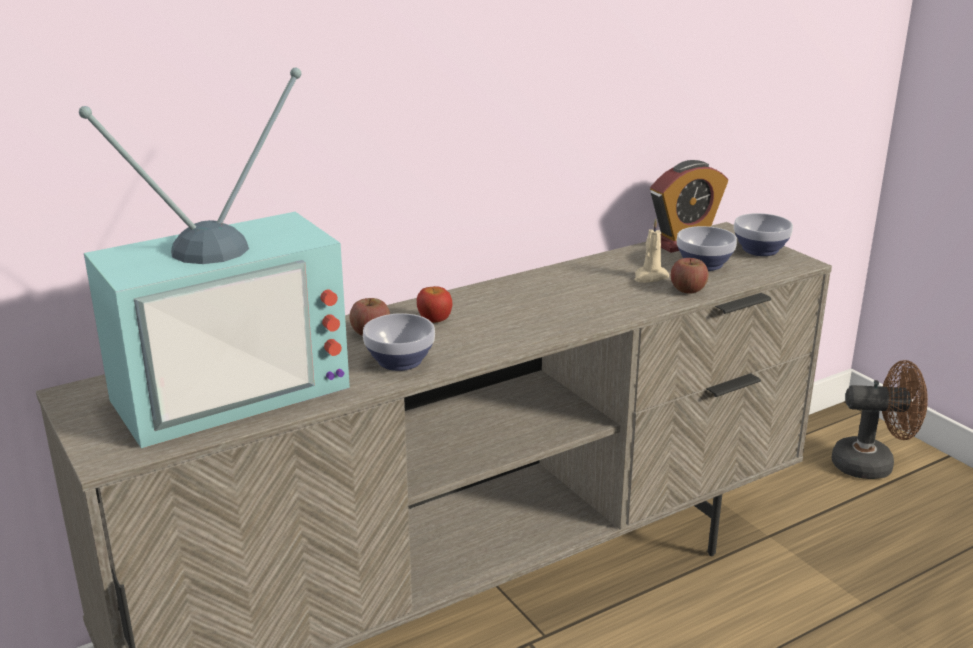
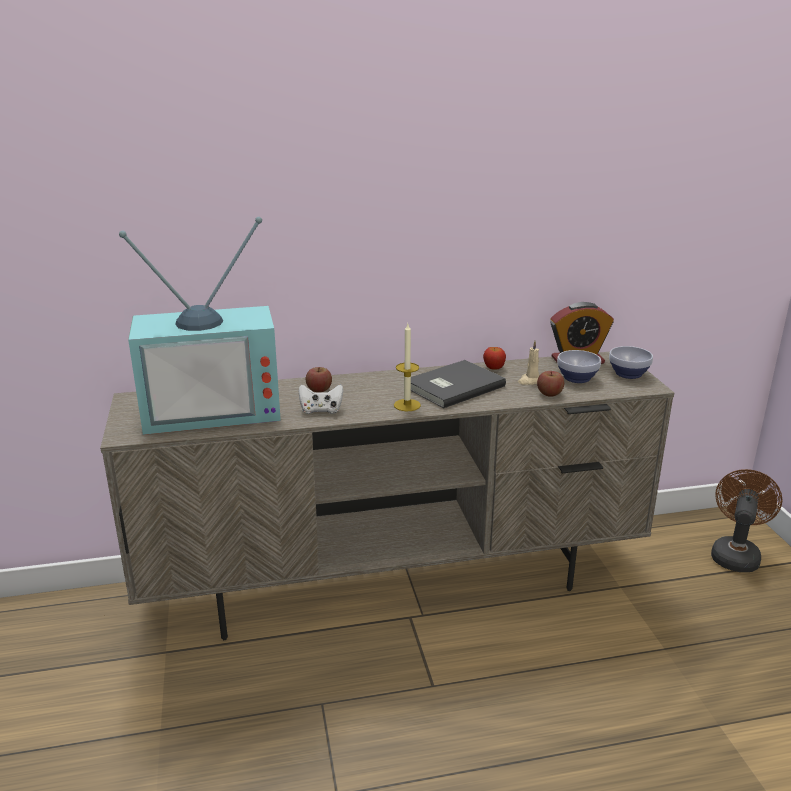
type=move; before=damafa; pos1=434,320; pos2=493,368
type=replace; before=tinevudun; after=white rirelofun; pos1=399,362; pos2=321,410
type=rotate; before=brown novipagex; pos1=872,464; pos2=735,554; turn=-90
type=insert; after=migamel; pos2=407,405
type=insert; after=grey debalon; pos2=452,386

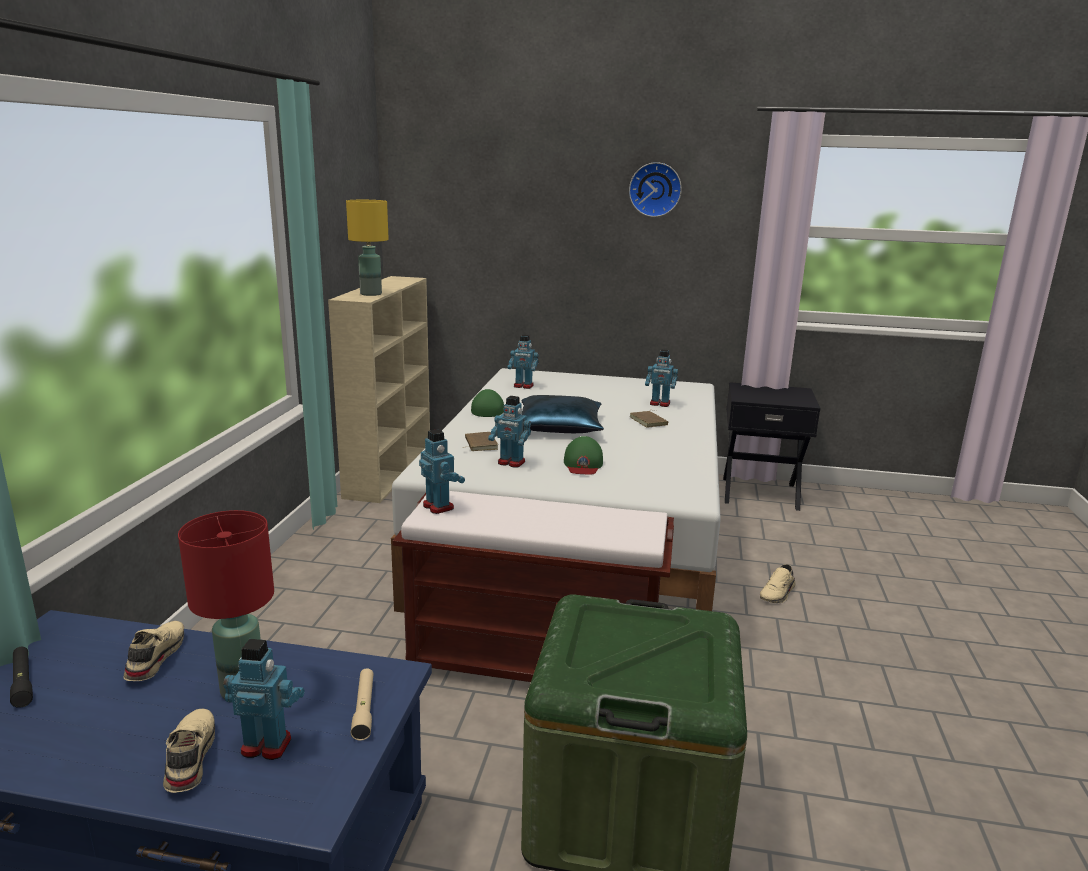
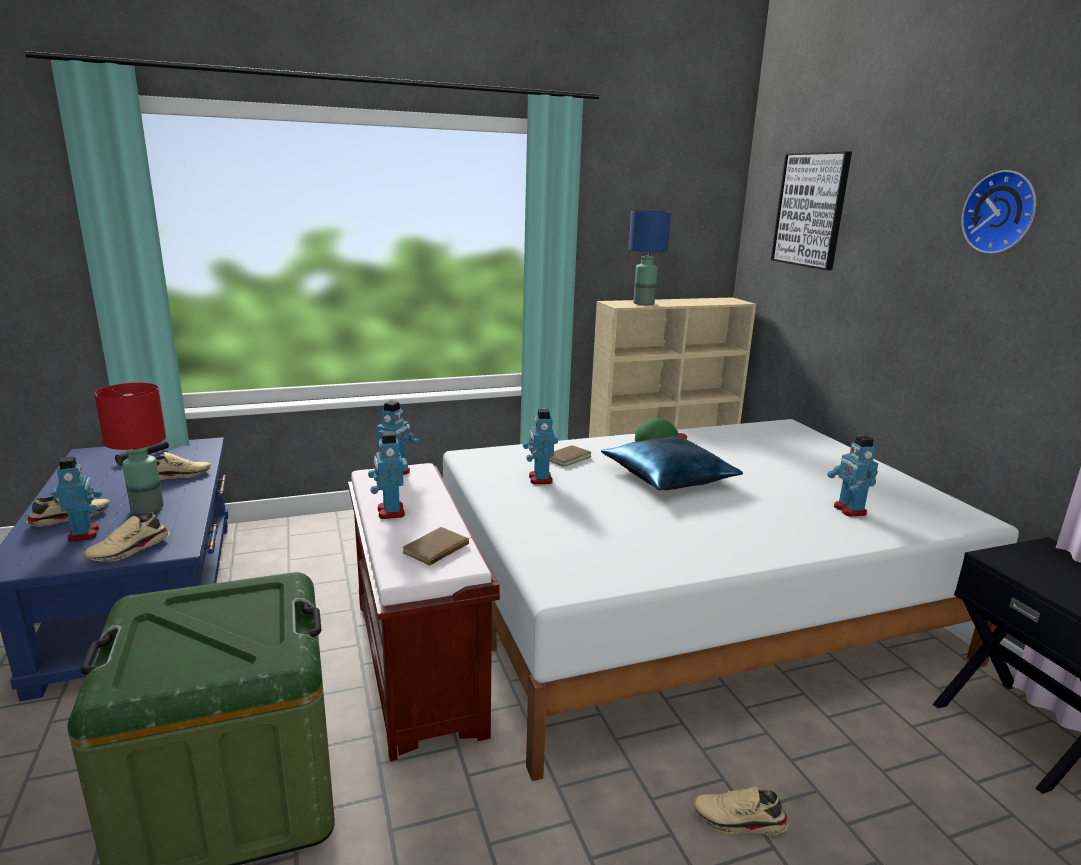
type=recolor; before=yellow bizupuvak; after=blue bizupuvak; pos1=370,294; pos2=643,304
type=move; before=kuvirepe; pos1=523,386; pos2=390,512
type=move; before=brown debalon; pos1=649,421; pos2=437,550
type=delete; before=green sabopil; pos1=583,463
type=replace; before=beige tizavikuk; after=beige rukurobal; pos1=364,709; pos2=129,550
type=insert; after=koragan; pos2=811,210

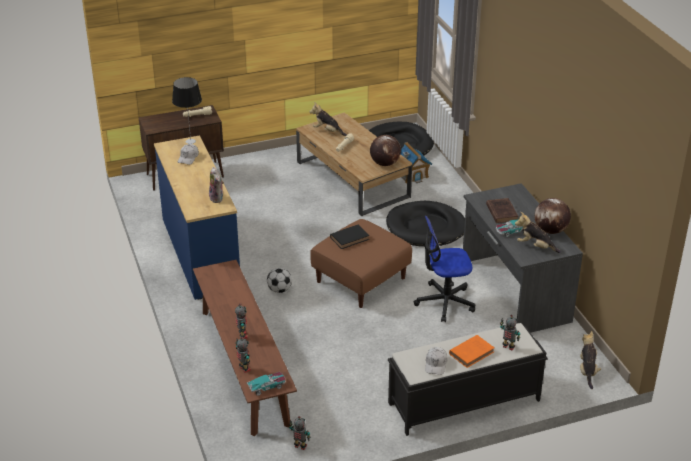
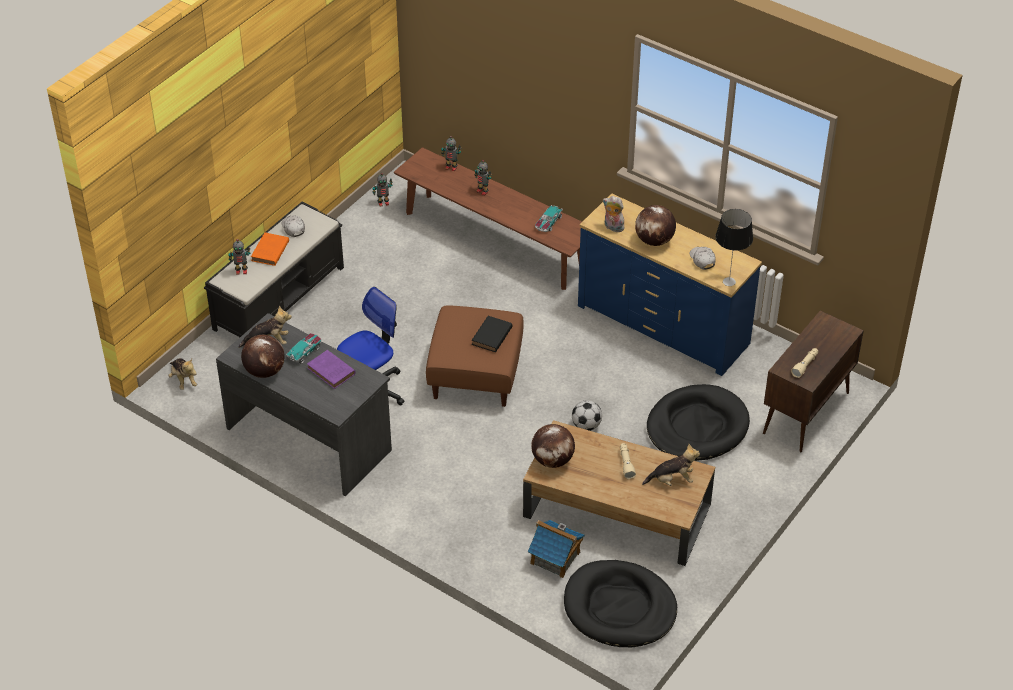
type=recolor; before=brown debalon; after=purple debalon; pos1=501,212; pos2=332,372
type=move; before=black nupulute; pos1=426,227; pos2=697,427
type=move; before=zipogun; pos1=279,290; pos2=586,426
type=move; before=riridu; pos1=267,386; pos2=548,222
type=insert; after=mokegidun; pos2=654,241

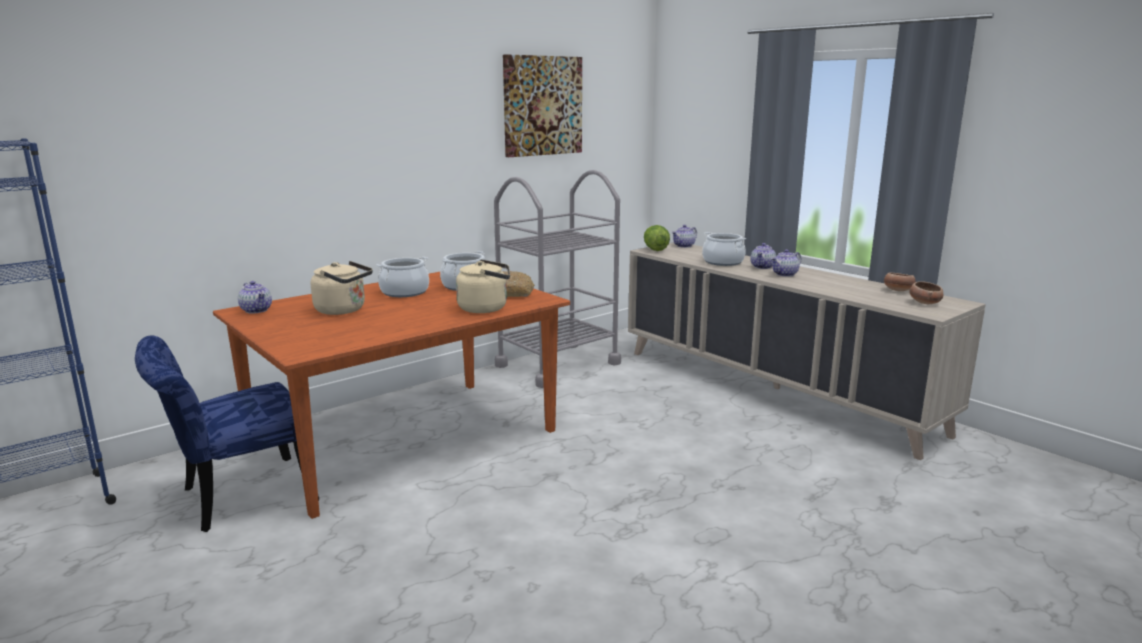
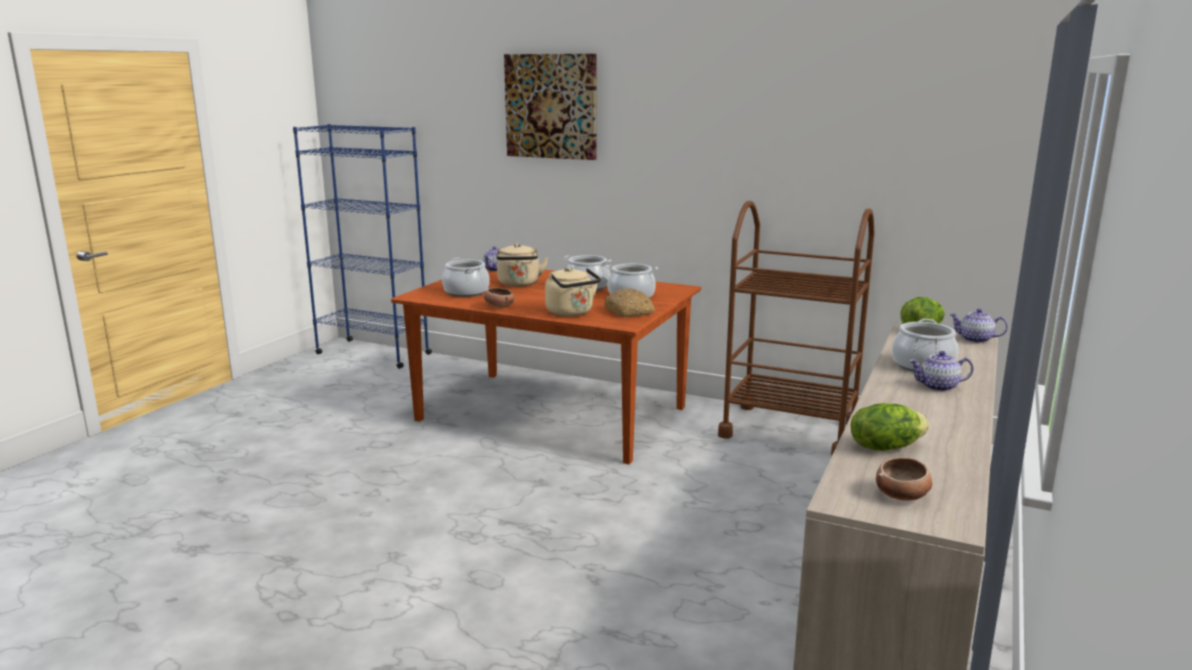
type=move; before=koragan; pos1=542,106; pos2=551,106
type=recolor; before=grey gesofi; after=brown gesofi; pos1=557,364; pos2=790,430
type=delete; before=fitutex; pos1=785,274
type=move; before=tinevudun; pos1=897,290; pos2=499,307
type=delete; before=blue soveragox; pos1=236,498
type=insert; after=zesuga; pos2=466,292
type=insert; after=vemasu; pos2=885,447

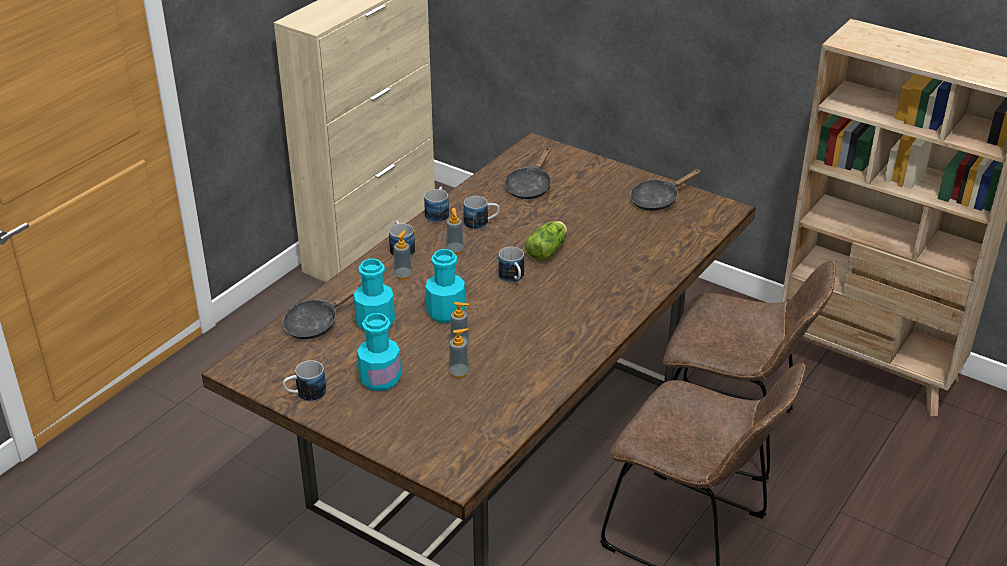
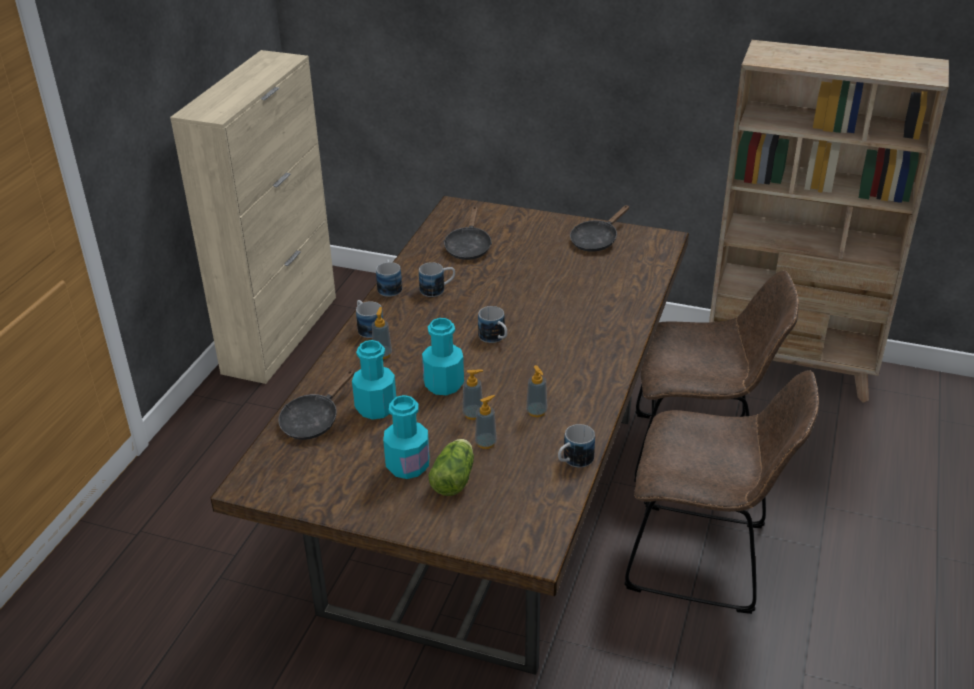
type=move; before=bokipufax; pos1=455,250; pos2=536,412
type=move; before=vemasu; pos1=548,250; pos2=455,477
type=move; before=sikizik; pos1=305,394; pos2=573,461

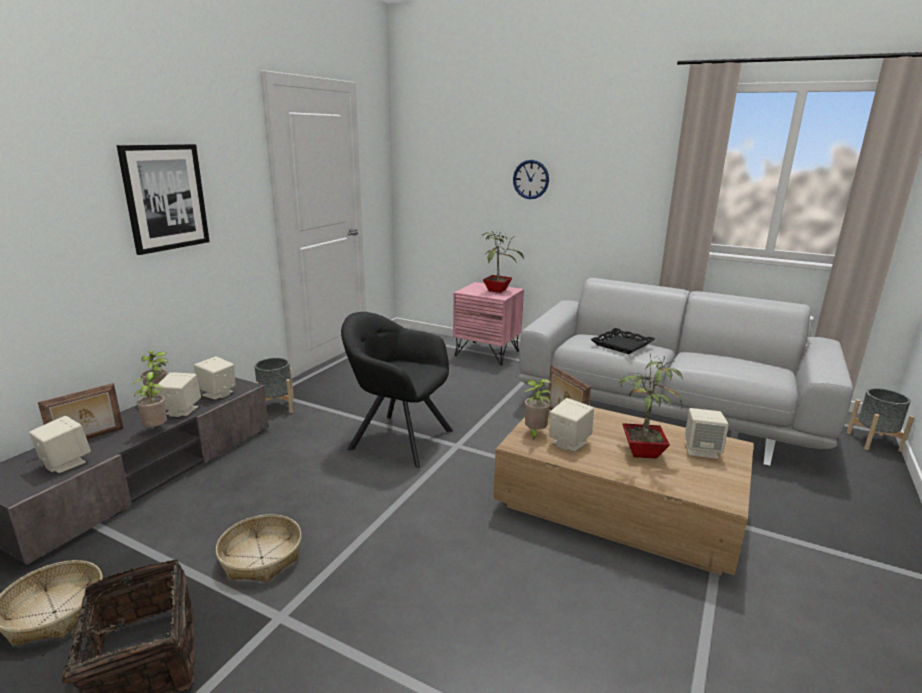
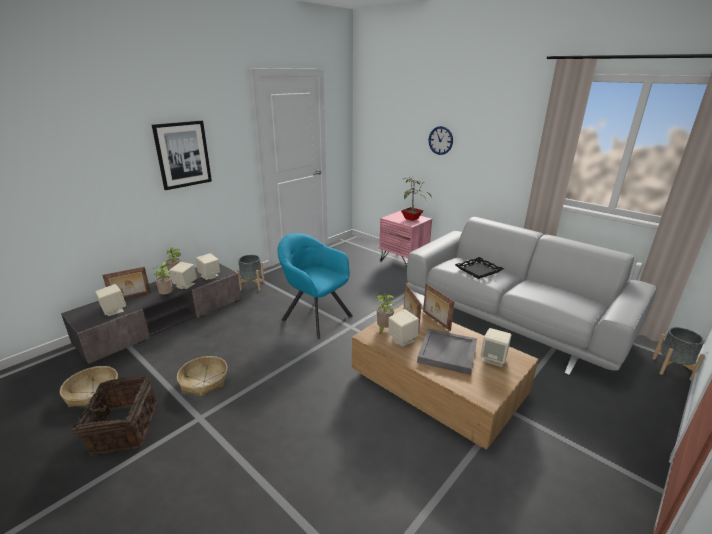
type=recolor; before=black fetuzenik; after=turquoise fetuzenik; pos1=397,438; pos2=315,316
type=replace; before=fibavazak; after=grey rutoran; pos1=640,452; pos2=448,353
type=insert; after=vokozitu; pos2=435,320

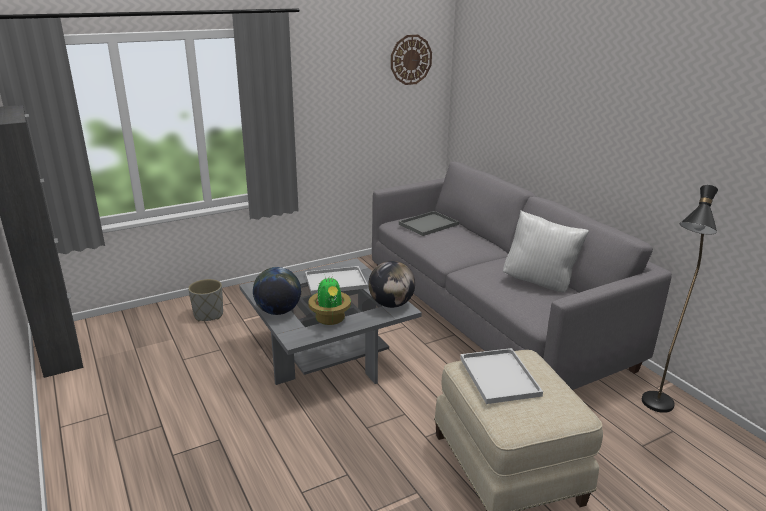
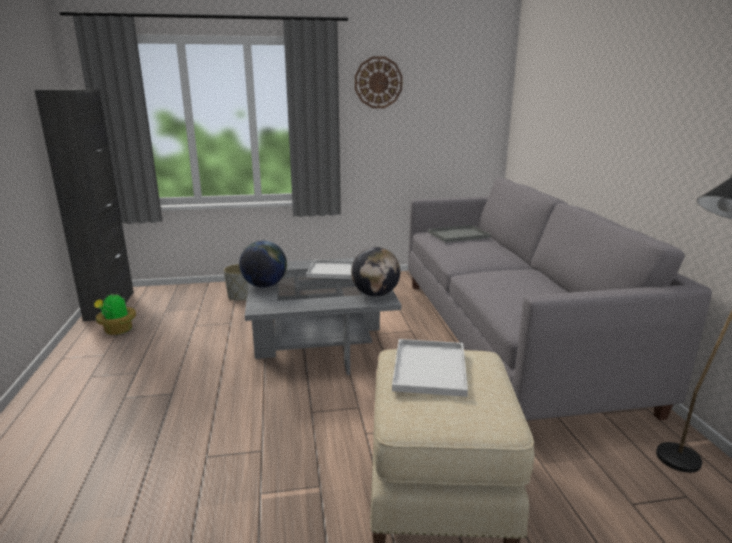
type=move; before=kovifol; pos1=411,59; pos2=378,82
type=delete; before=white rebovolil; pos1=540,283
type=move; before=fibavazak; pos1=330,319; pos2=118,330

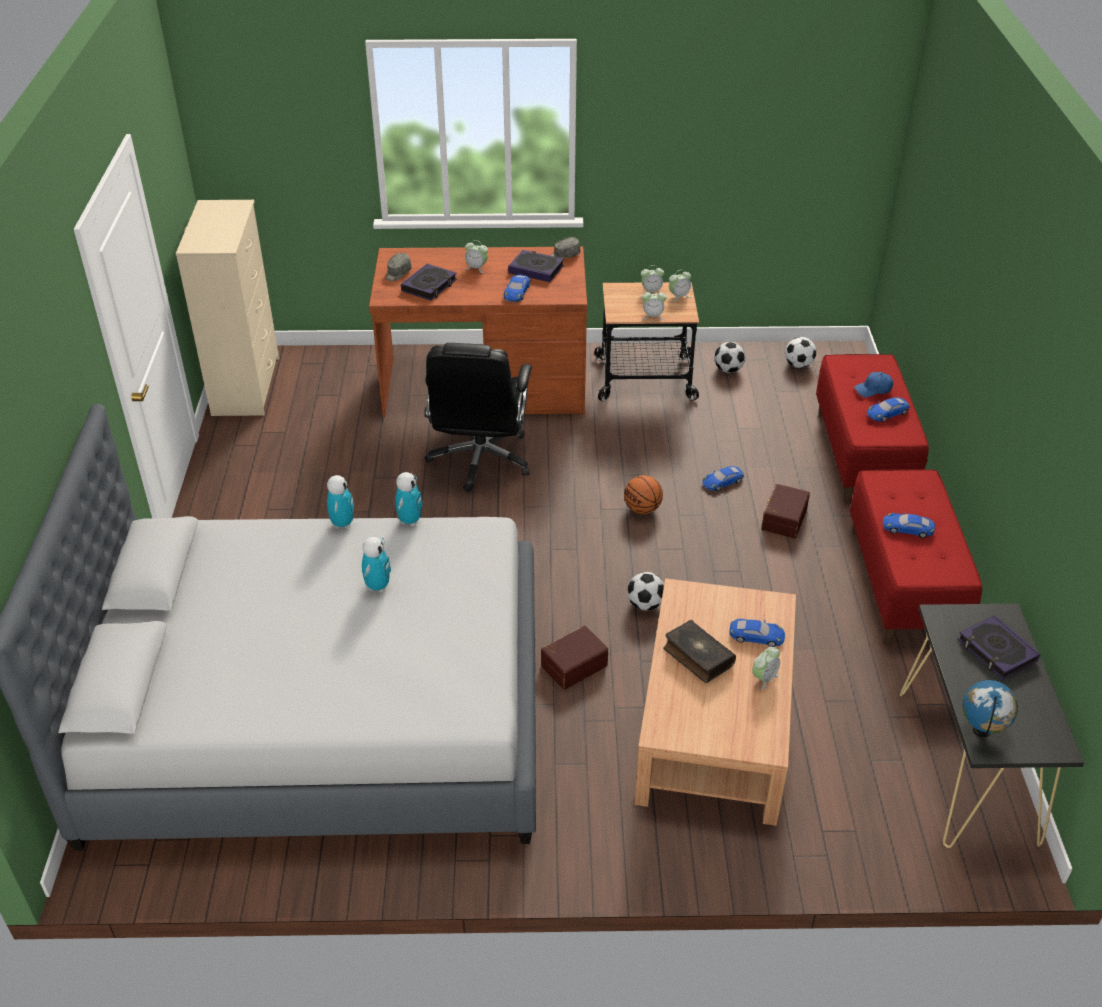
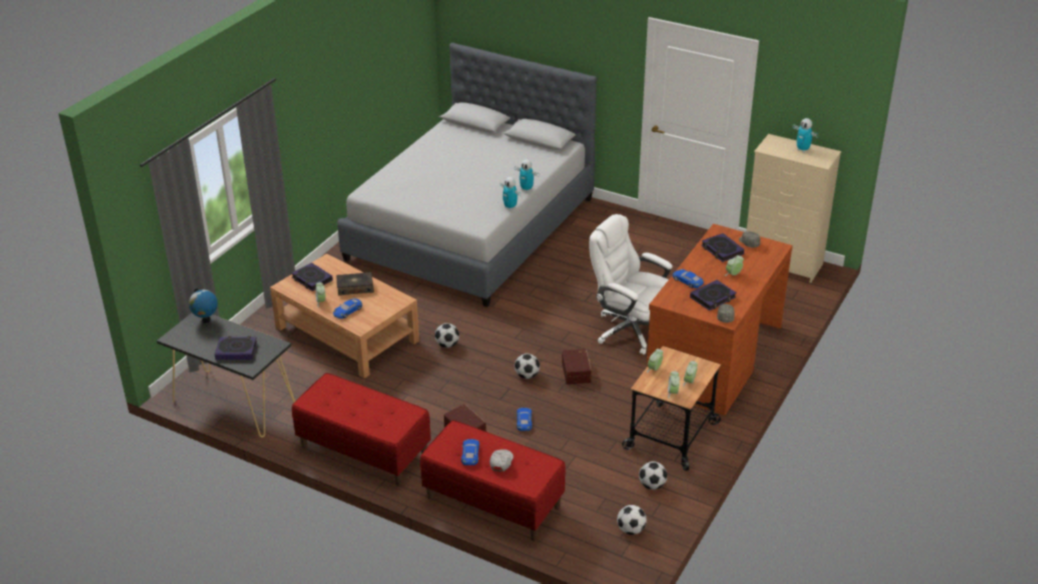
type=recolor; before=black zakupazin; after=white zakupazin; pos1=480,460; pos2=629,329
type=recolor; before=blue sabopil; after=white sabopil; pos1=873,389; pos2=501,462
type=replace; before=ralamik; after=zipogun; pos1=642,509; pos2=527,376
type=delete; before=blue riridu; pos1=907,528
type=move; before=kuvirepe; pos1=378,586; pos2=802,150
type=move; before=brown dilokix; pos1=573,665; pos2=577,372
type=insert; after=debalon; pos2=312,279

